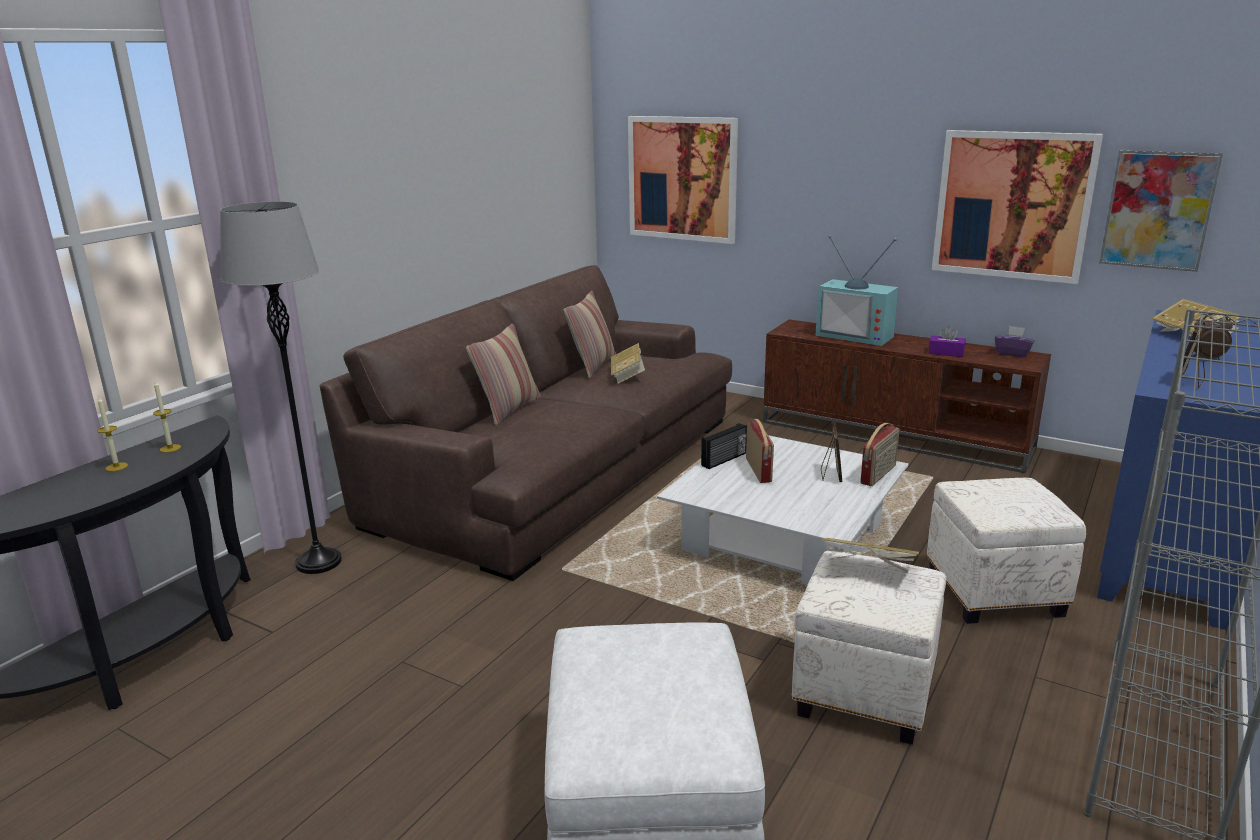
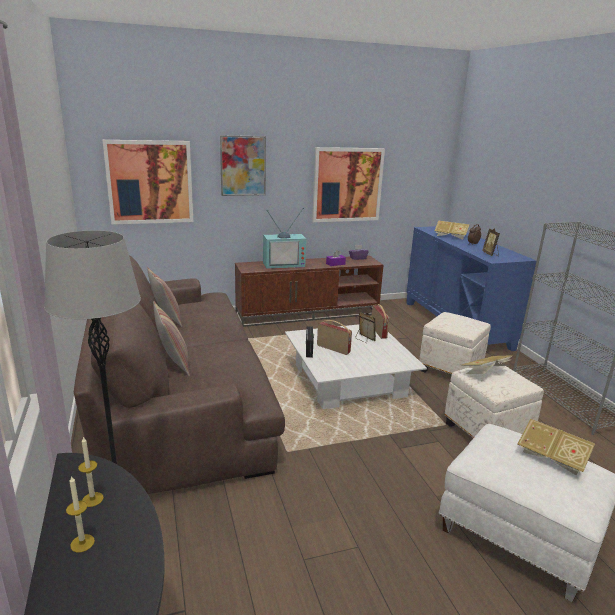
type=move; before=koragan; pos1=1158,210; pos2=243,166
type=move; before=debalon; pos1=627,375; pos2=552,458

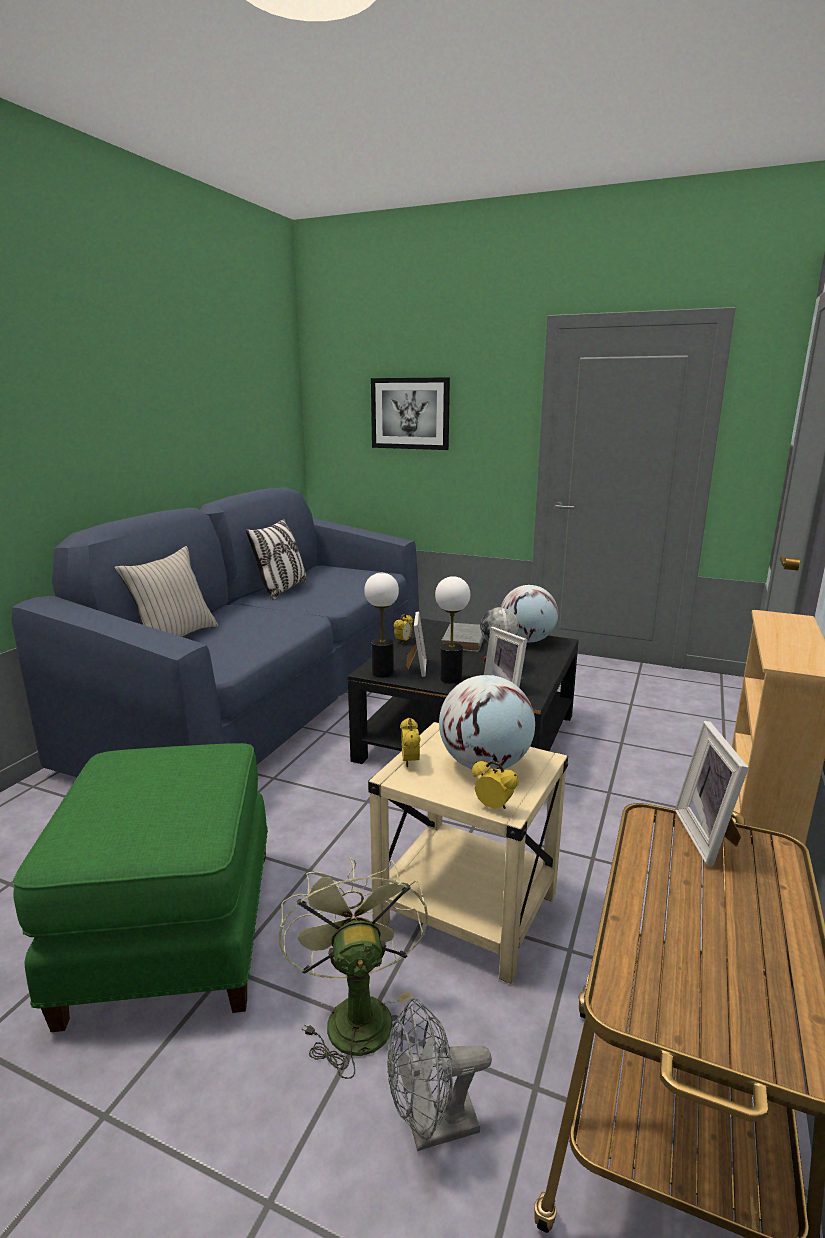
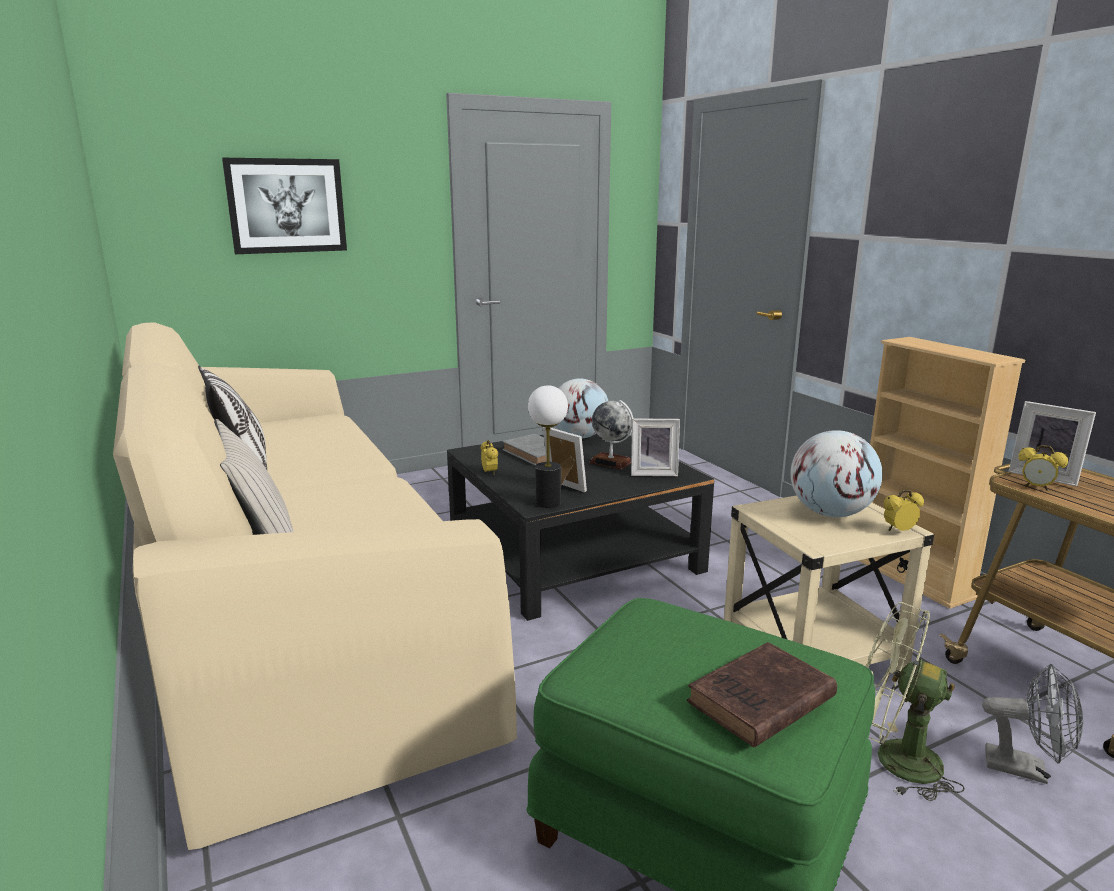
type=recolor; before=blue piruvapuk; after=beige piruvapuk; pos1=271,691; pos2=296,607
type=delete; before=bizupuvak; pos1=451,678
type=move; before=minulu; pos1=410,762; pos2=1036,487
type=rotate; before=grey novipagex; pos1=431,1128; pos2=1026,769; turn=-90
type=insert; after=brown debalon; pos2=758,701

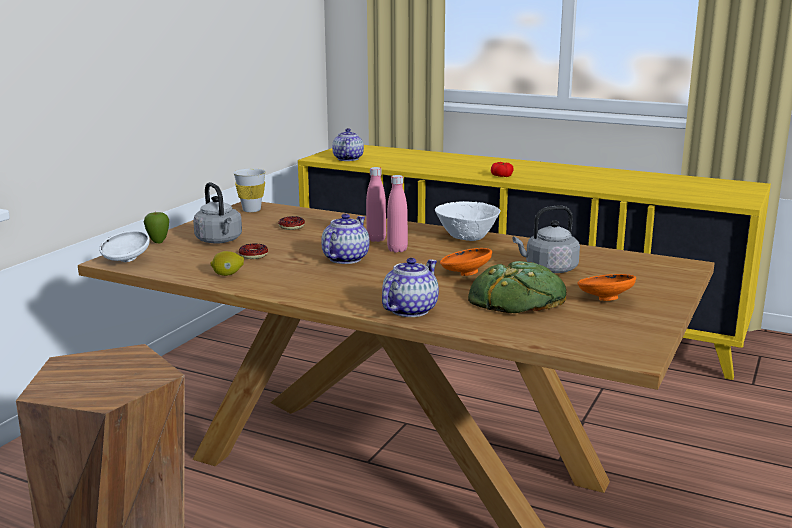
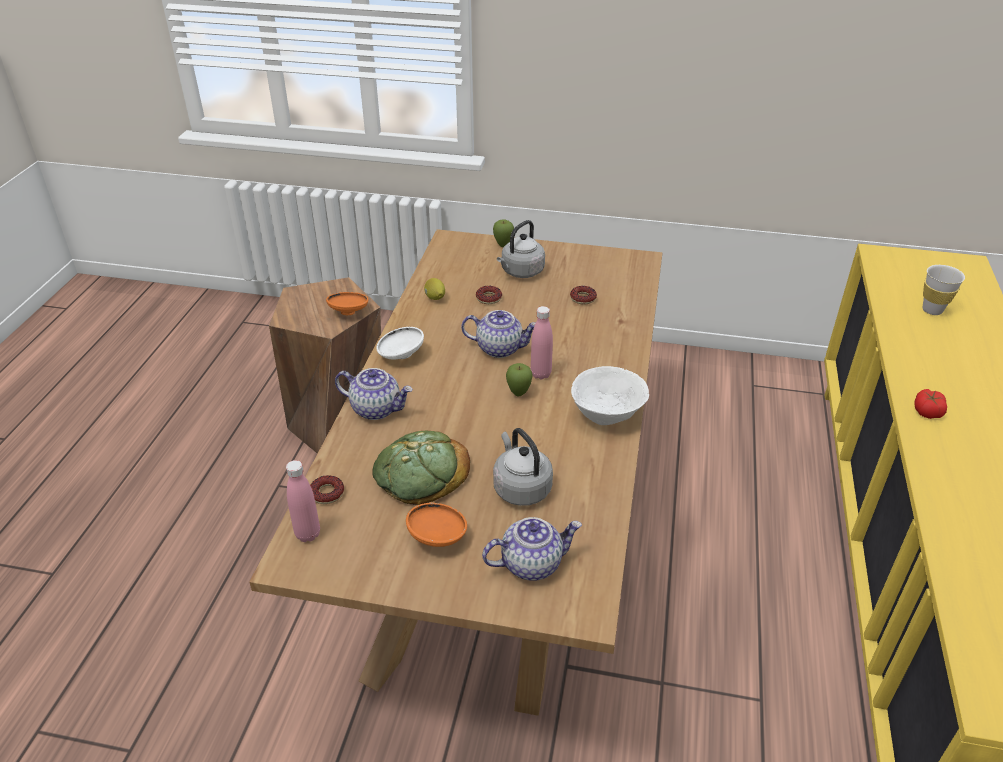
type=move; before=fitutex; pos1=347,159; pos2=531,563
type=move; before=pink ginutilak; pos1=376,239; pos2=308,534
type=move; before=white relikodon; pos1=251,210; pos2=932,310
type=move; before=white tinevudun; pos1=125,261; pos2=400,355
type=move; before=orange tinevudun; pos1=464,274; pos2=349,312
type=insert; after=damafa; pos2=519,393
type=insert; after=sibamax; pos2=327,493

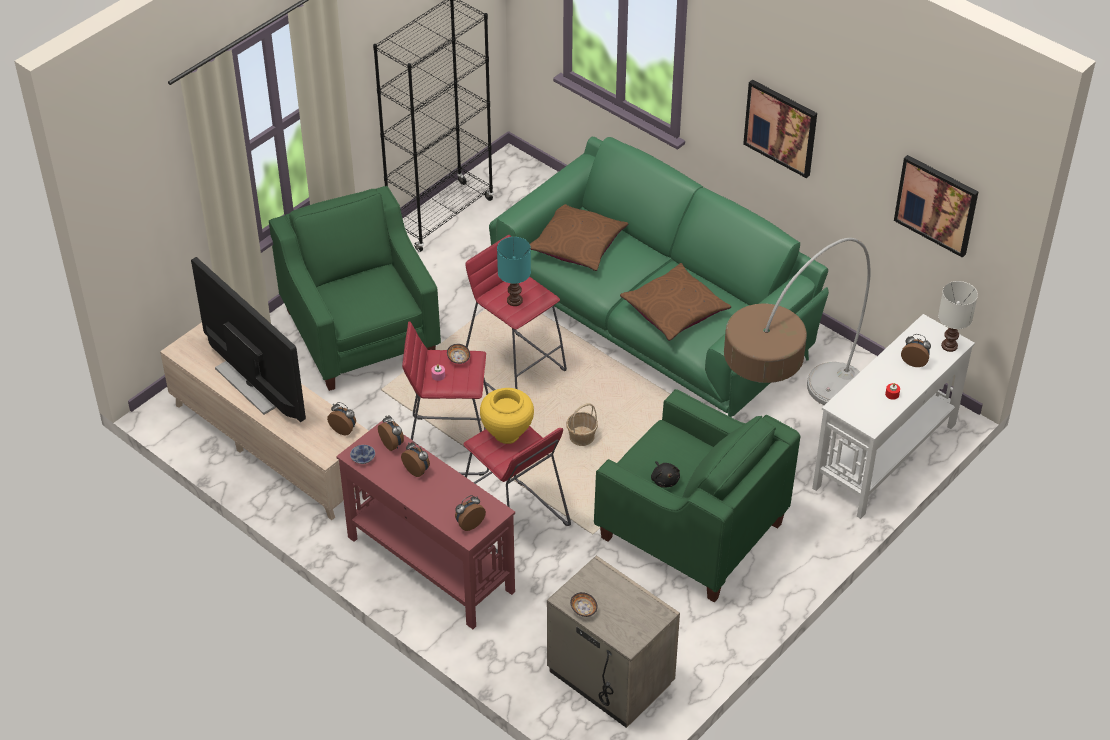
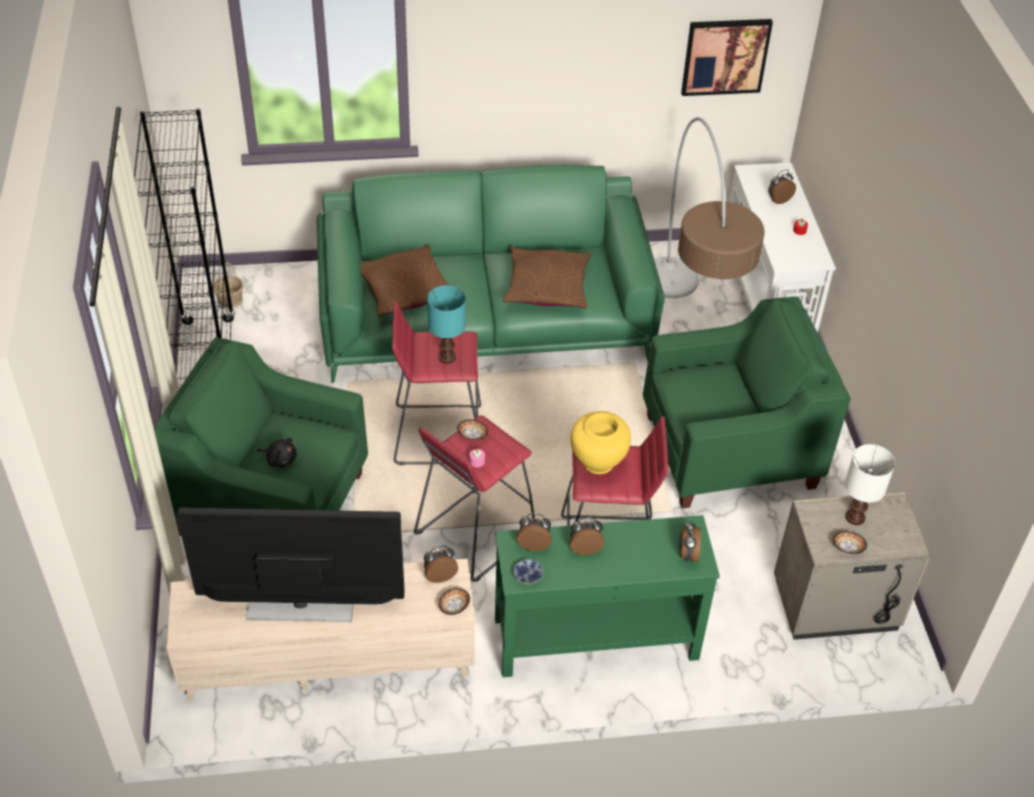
type=delete; before=koragan; pos1=781,127
type=move; before=white bizupuvak; pos1=950,346; pos2=855,517
type=move; before=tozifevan; pos1=581,437; pos2=230,300
type=recolor; before=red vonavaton; after=green vonavaton; pos1=430,563; pos2=594,638
type=move; before=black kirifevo; pos1=664,480; pos2=280,459
type=insert; after=tinevudun; pos2=453,607

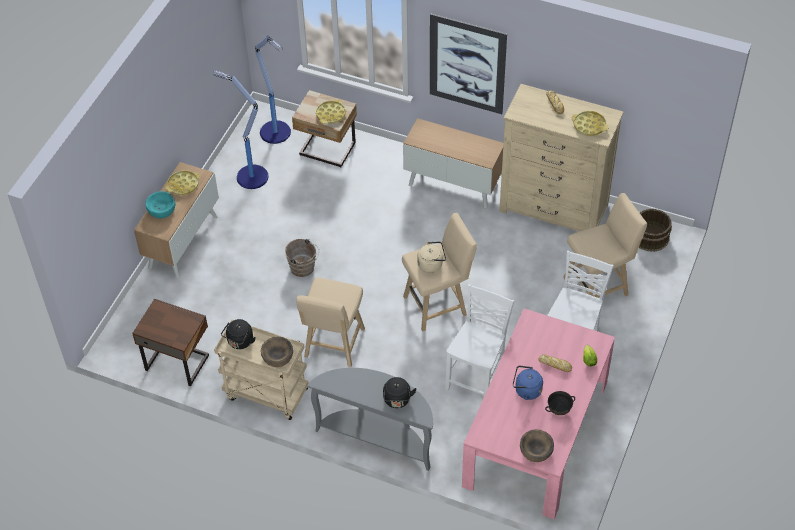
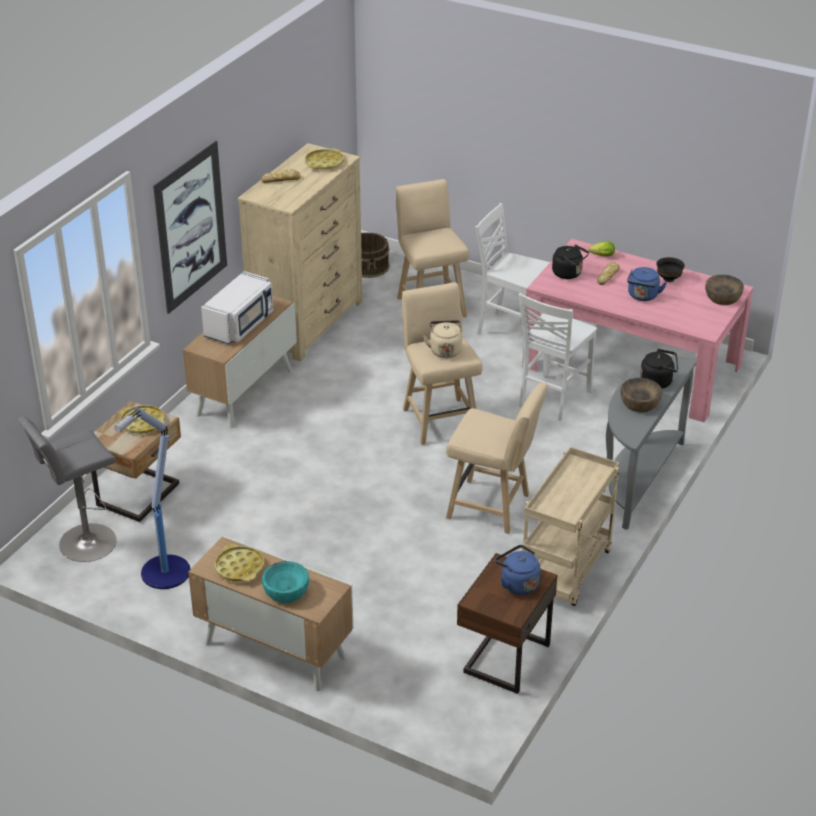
type=replace; before=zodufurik; after=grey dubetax; pos1=276,133; pos2=83,544
type=delete; before=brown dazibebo; pos1=304,268
type=rotate; before=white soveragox; pos1=477,378; pos2=552,399; turn=-90
type=move; before=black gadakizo; pos1=239,342; pos2=569,274
type=move; before=brown tinevudun; pos1=277,357; pos2=639,403
type=insert; after=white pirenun; pos2=240,325
type=insert; after=blue gadakizo; pos2=517,584

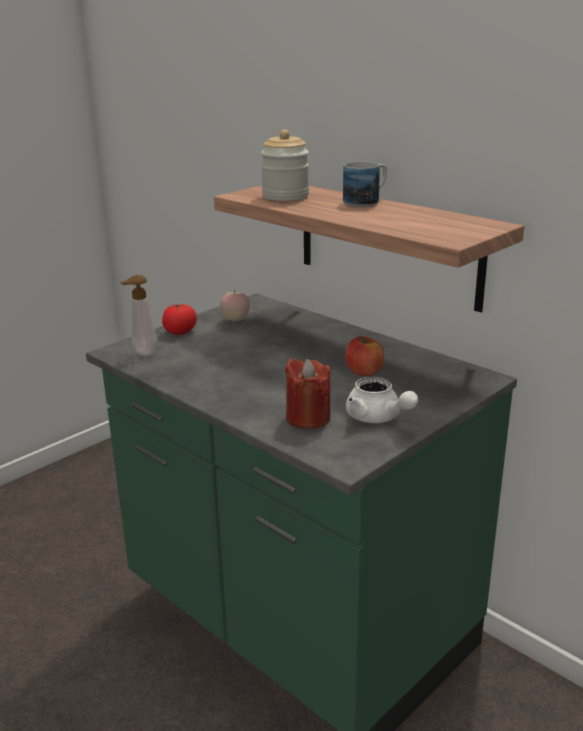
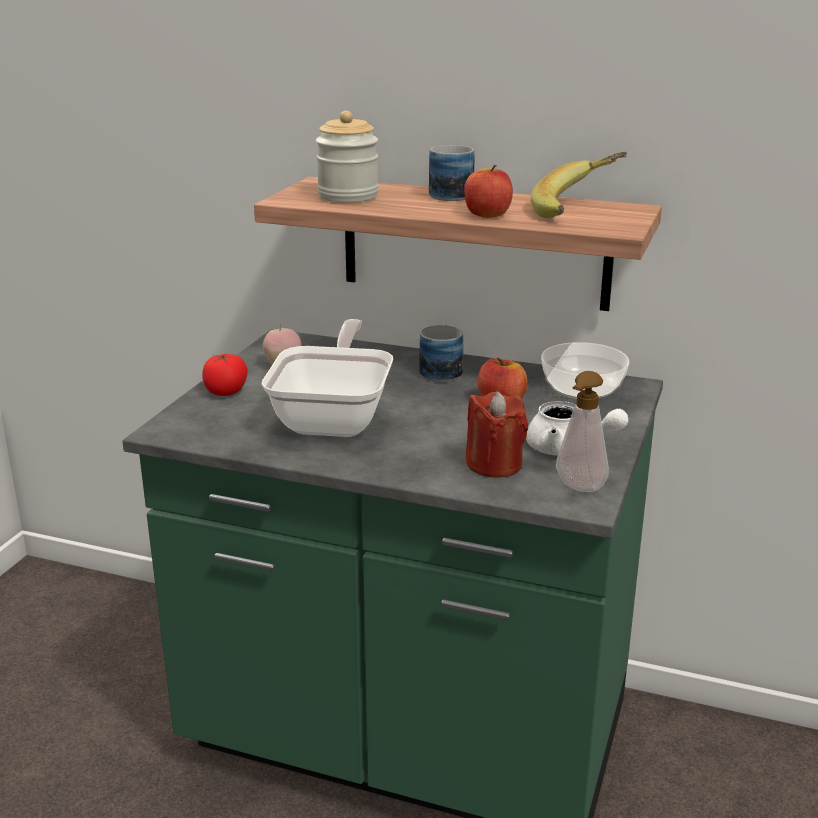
type=move; before=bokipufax; pos1=142,353; pos2=578,488
type=insert; after=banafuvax; pos2=578,210
type=insert; after=damafa; pos2=487,214
type=insert; after=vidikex; pos2=335,417
type=insert; after=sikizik; pos2=441,370
type=insert; after=tinevudun; pos2=584,389

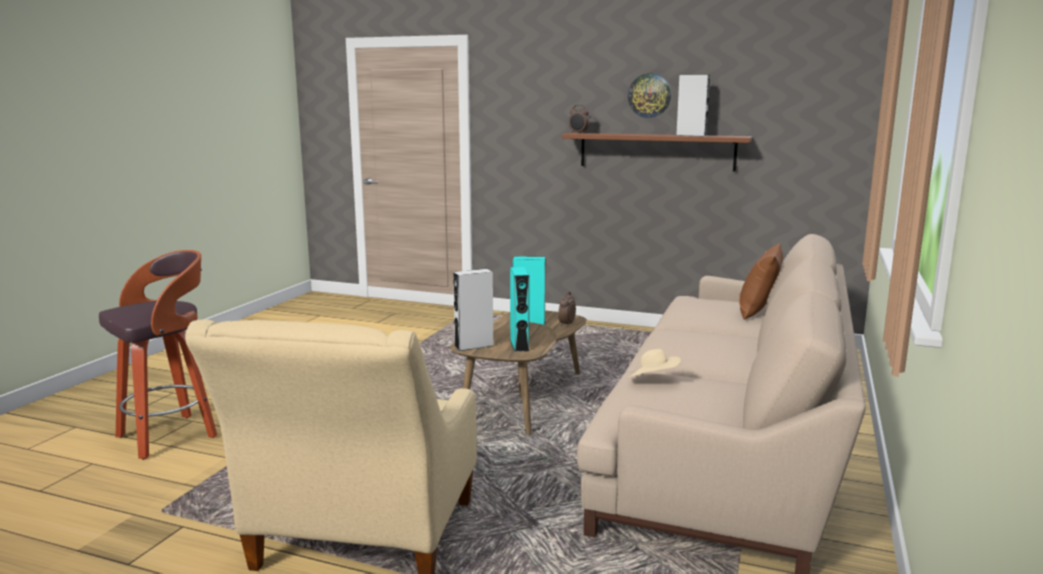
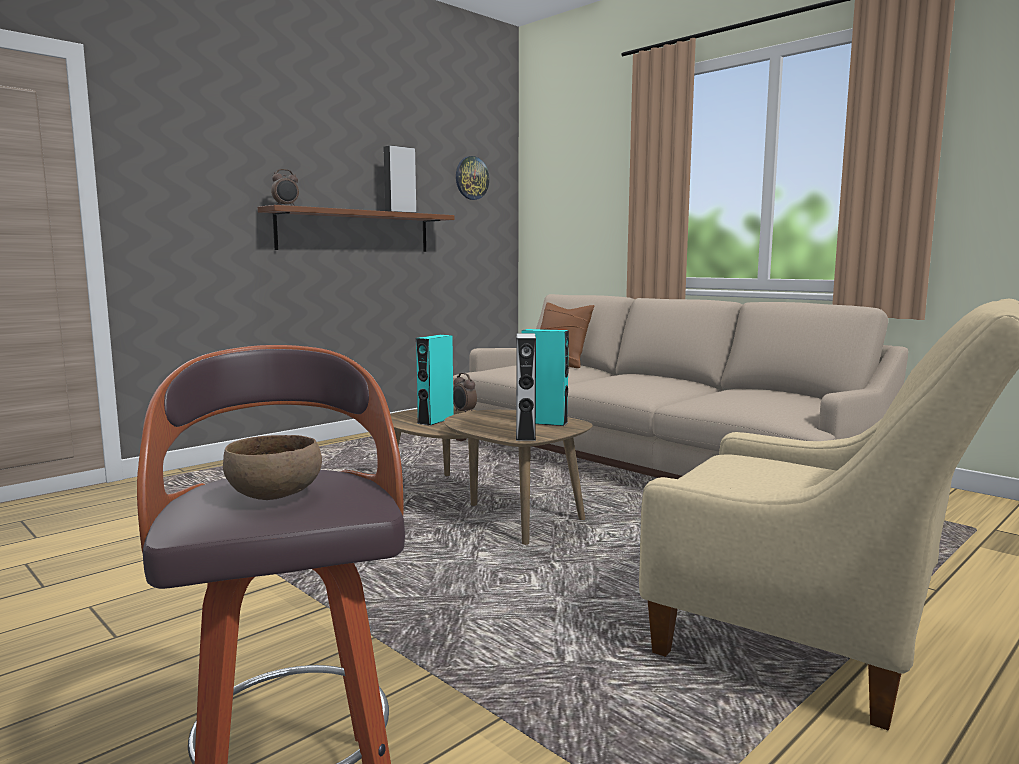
type=move; before=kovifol; pos1=649,95; pos2=471,178
type=delete; before=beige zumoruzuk; pos1=653,381
type=insert; after=brown tinevudun; pos2=273,495

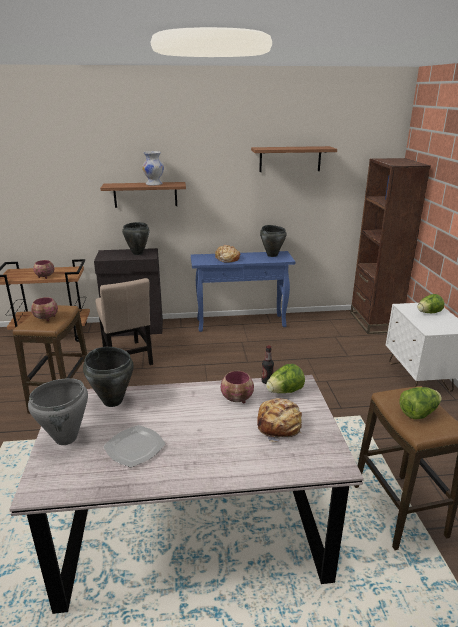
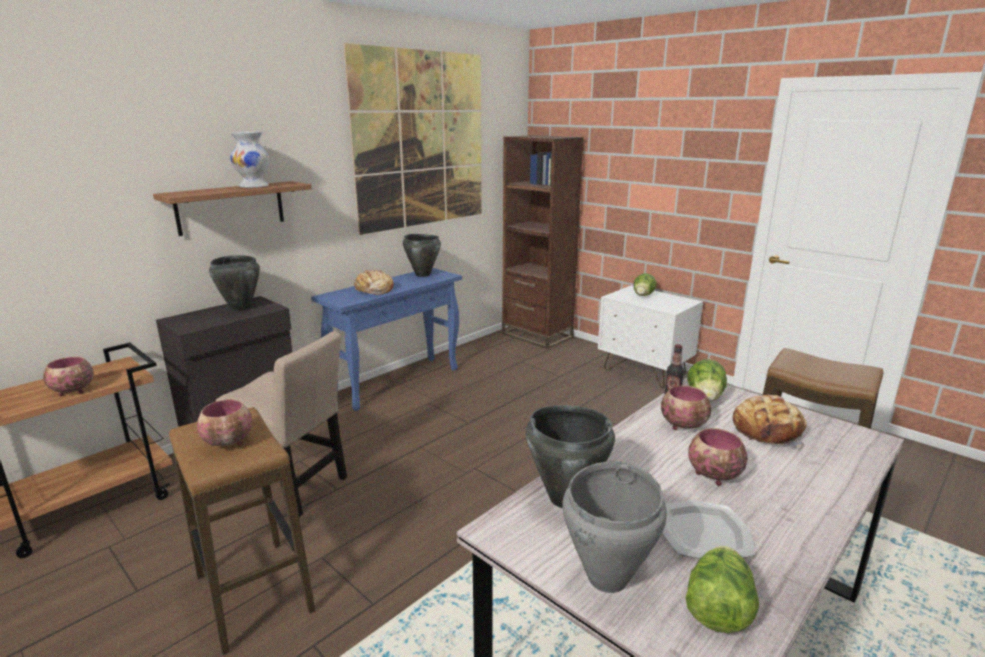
type=replace; before=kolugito; after=koragan; pos1=290,159; pos2=421,140
type=move; before=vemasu; pos1=418,413; pos2=717,609
type=insert; after=tinevudun; pos2=712,475

